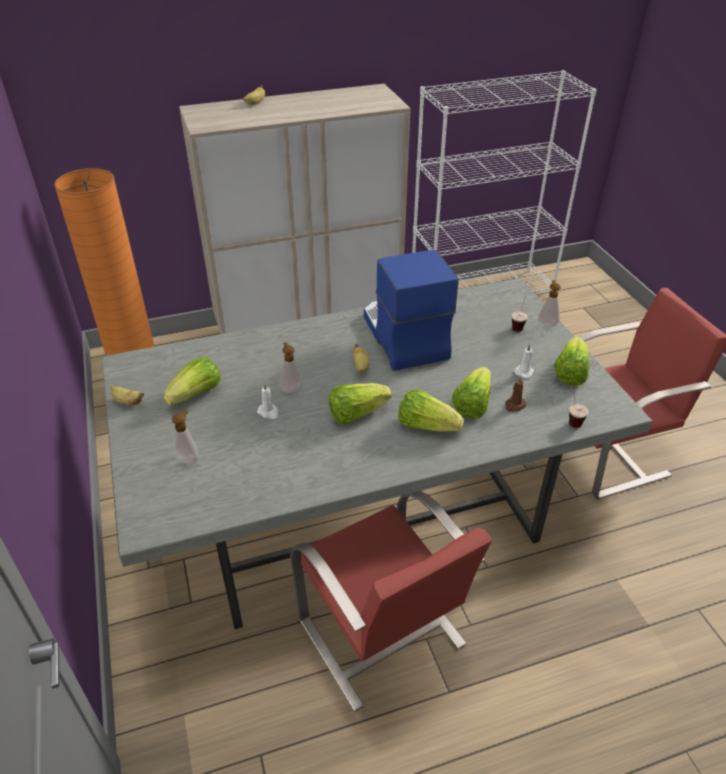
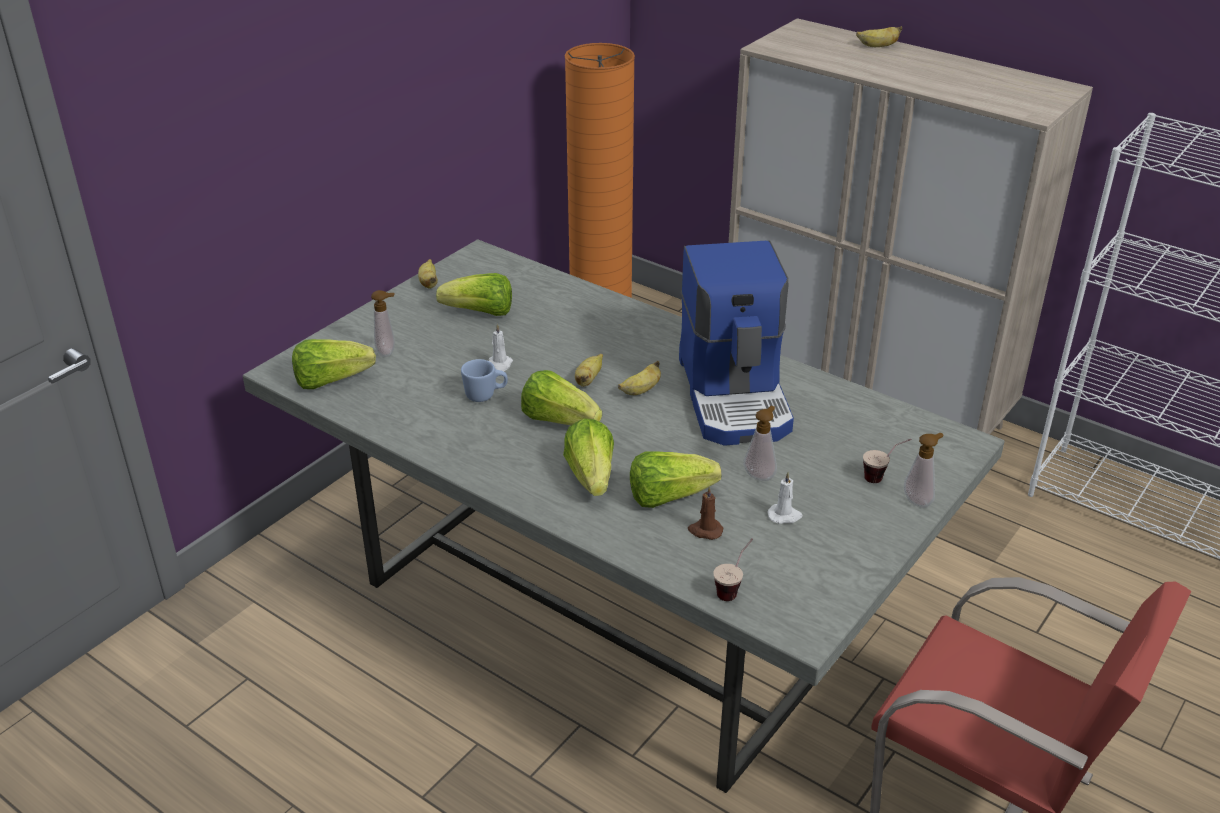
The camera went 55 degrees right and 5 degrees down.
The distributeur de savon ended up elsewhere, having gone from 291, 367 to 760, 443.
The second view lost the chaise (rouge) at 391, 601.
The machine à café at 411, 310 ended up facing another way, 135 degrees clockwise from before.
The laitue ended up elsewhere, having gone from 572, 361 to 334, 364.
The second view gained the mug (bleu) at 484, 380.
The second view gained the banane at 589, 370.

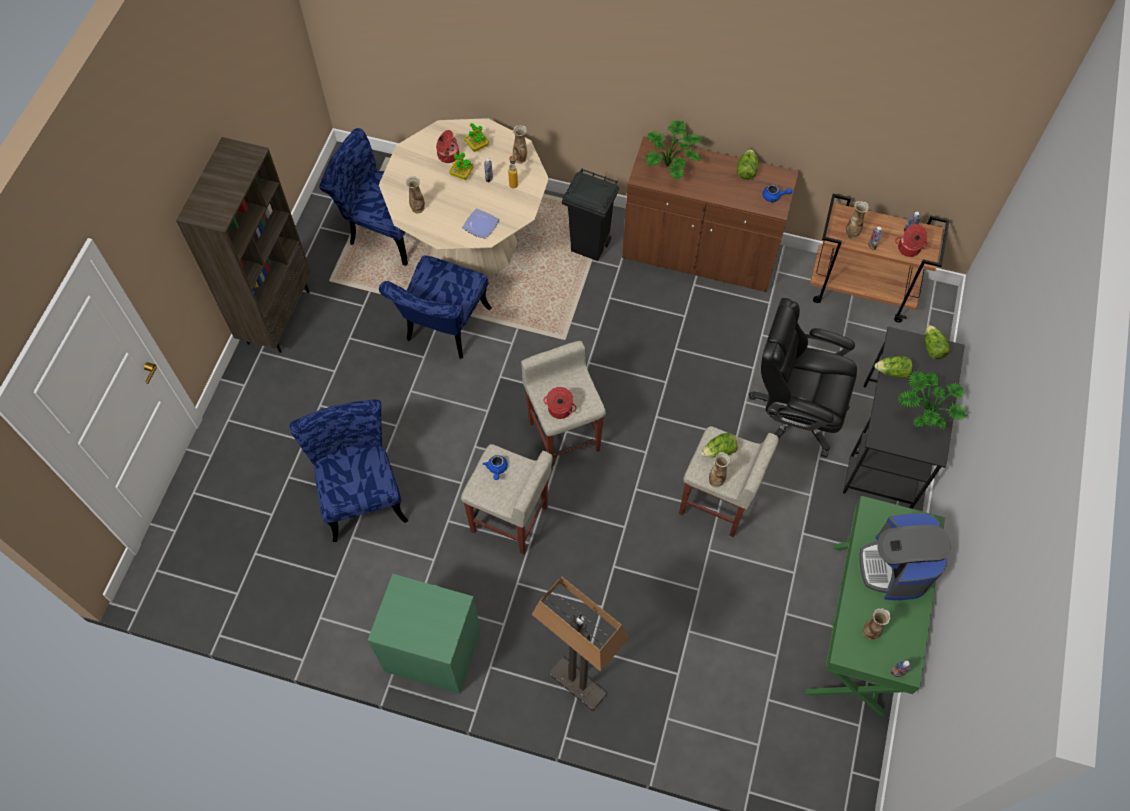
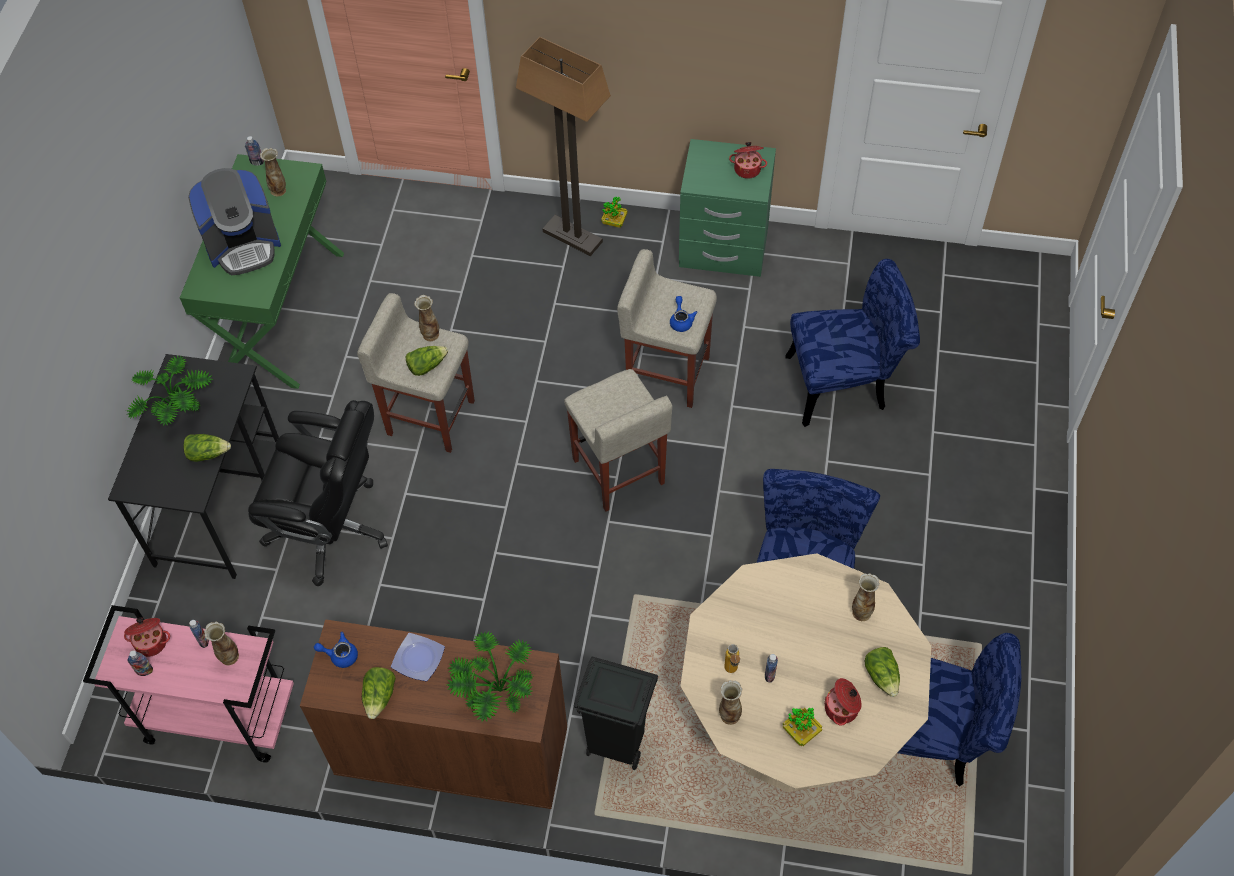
The camera went 175 degrees right and 5 degrees down.
The second view lost the bibliothèque (marron) at 243, 245.
The chaise (bleu) at 348, 471 ended up facing another way, 75 degrees counterclockwise from before.
The plante en pot ended up elsewhere, having gone from 461, 166 to 614, 212.
The assiette ended up elsewhere, having gone from 480, 223 to 418, 657.
The marmite ended up elsewhere, having gone from 560, 403 to 748, 160.
What was the chariot (marron) at 880, 258 turned into the chariot (rose) at 188, 684.
The machine à café at 905, 556 ended up facing another way, 75 degrees clockwise from before.
The laitue ended up elsewhere, having gone from 937, 342 to 882, 672.

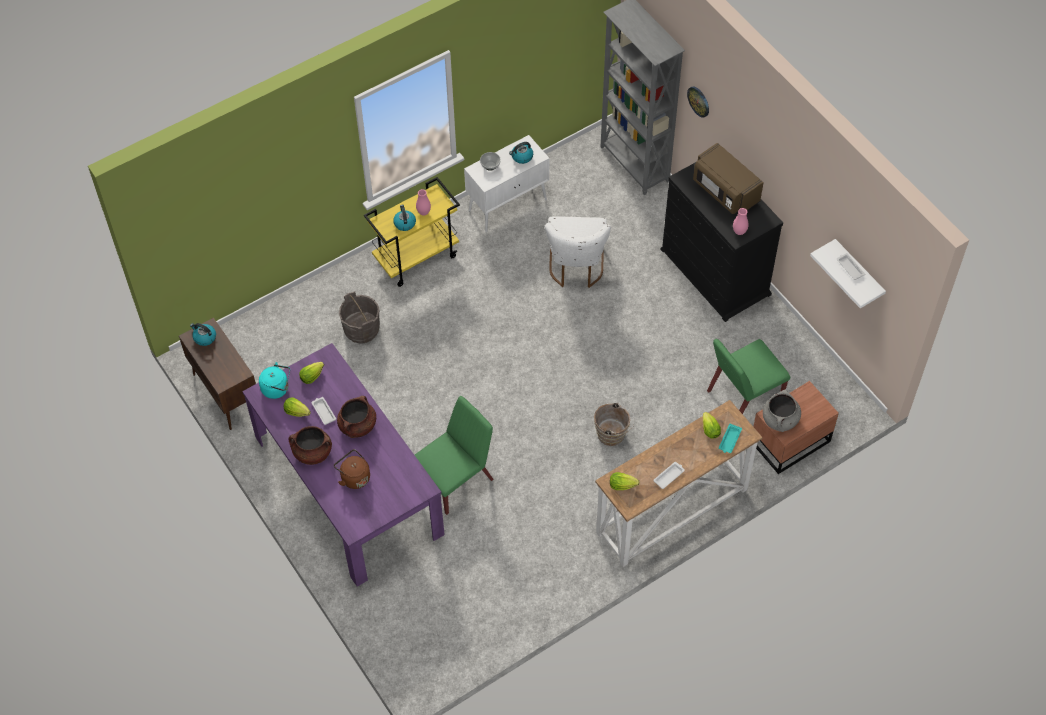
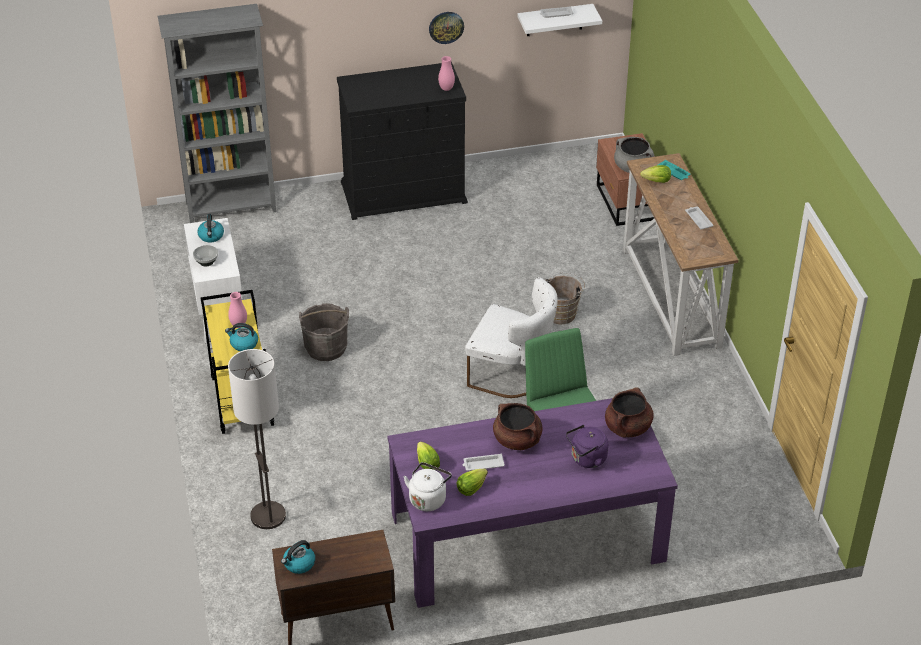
The camera went 70 degrees left and 15 degrees down.
What was the bouilloire (turquoise) at 274, 380 turned into the bouilloire (blanc) at 427, 486.
The marmite (marron) ended up elsewhere, having gone from 310, 445 to 629, 412.
What was the bouilloire (marron) at 352, 469 turned into the bouilloire (violet) at 587, 446.
The seau (gris) ended up elsewhere, having gone from 359, 317 to 324, 332.
The chaise (blanc) ended up elsewhere, having gone from 578, 252 to 511, 337.
The second view lost the laitue at 624, 481.
The horloge murale ended up elsewhere, having gone from 698, 102 to 446, 28.
The second view lost the micro-ondes (marron) at 728, 178.
The second view lost the chaise (vert) at 748, 376.
The second view gained the lampadaire at 257, 439.

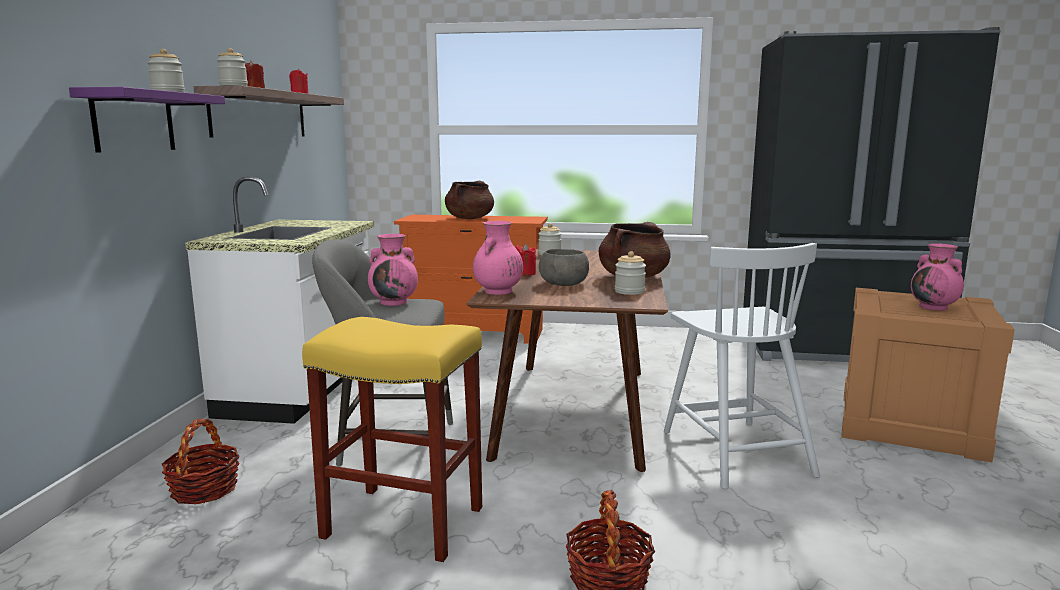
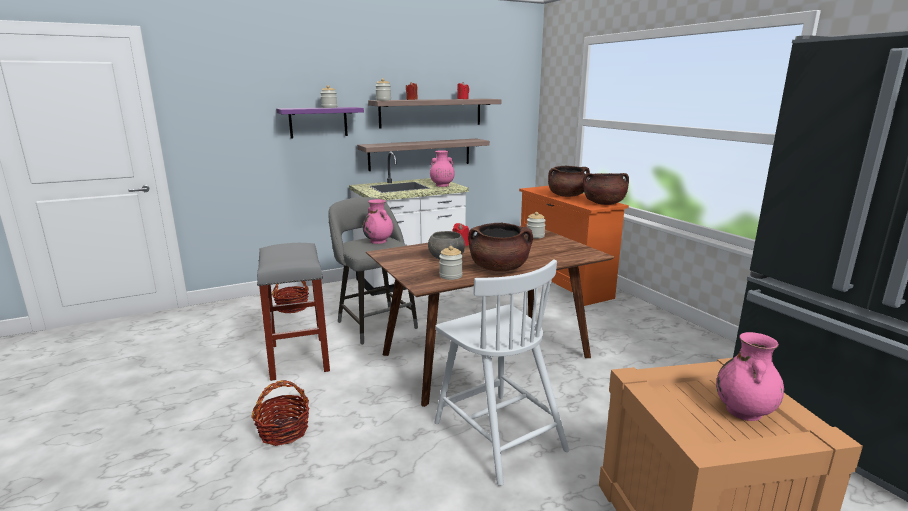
The camera went 55 degrees right and 5 degrees up.
What was the tabouret (jaune) at 392, 439 turned into the tabouret (gris) at 293, 312.
The vase (rose) ended up elsewhere, having gone from 498, 258 to 442, 168.
The chaise (blanc) at 742, 366 ended up facing another way, 75 degrees counterclockwise from before.
The second view gained the étagère at 423, 155.
The second view gained the marmite (marron) at 606, 189.

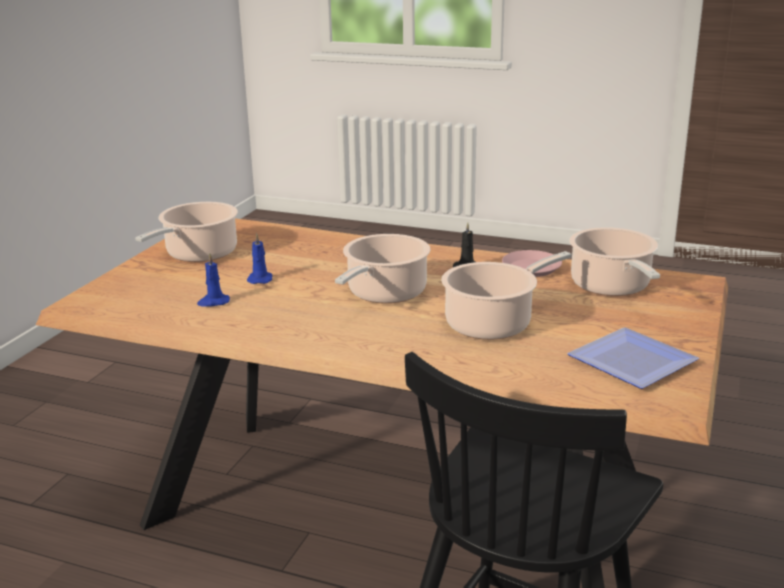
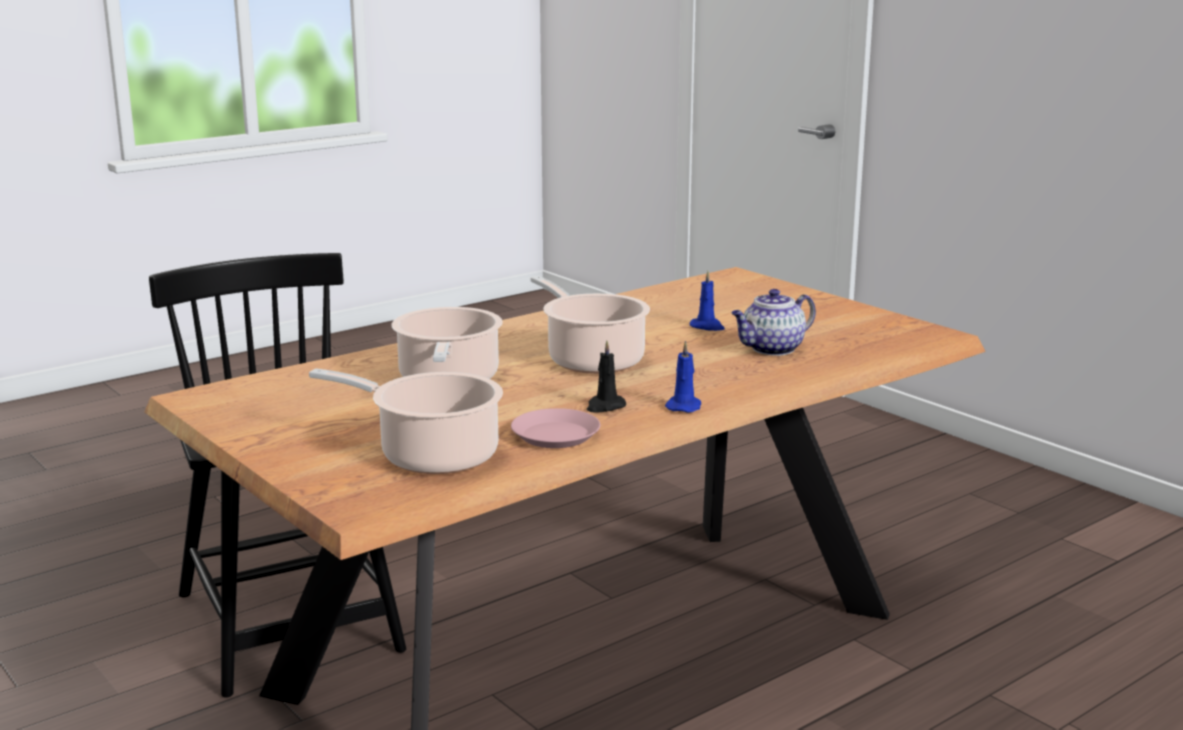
The camera went 120 degrees right and 5 degrees down.
The second view lost the marmite at 186, 232.
The bougie (bleu) ended up elsewhere, having gone from 213, 280 to 683, 377.
The second view lost the assiette at 633, 358.
The second view gained the théière at 773, 322.

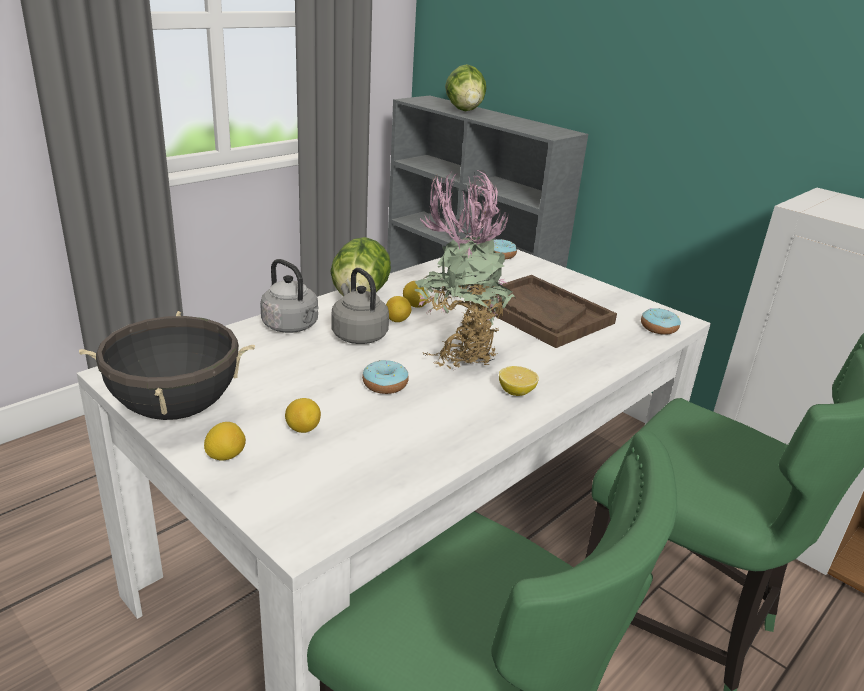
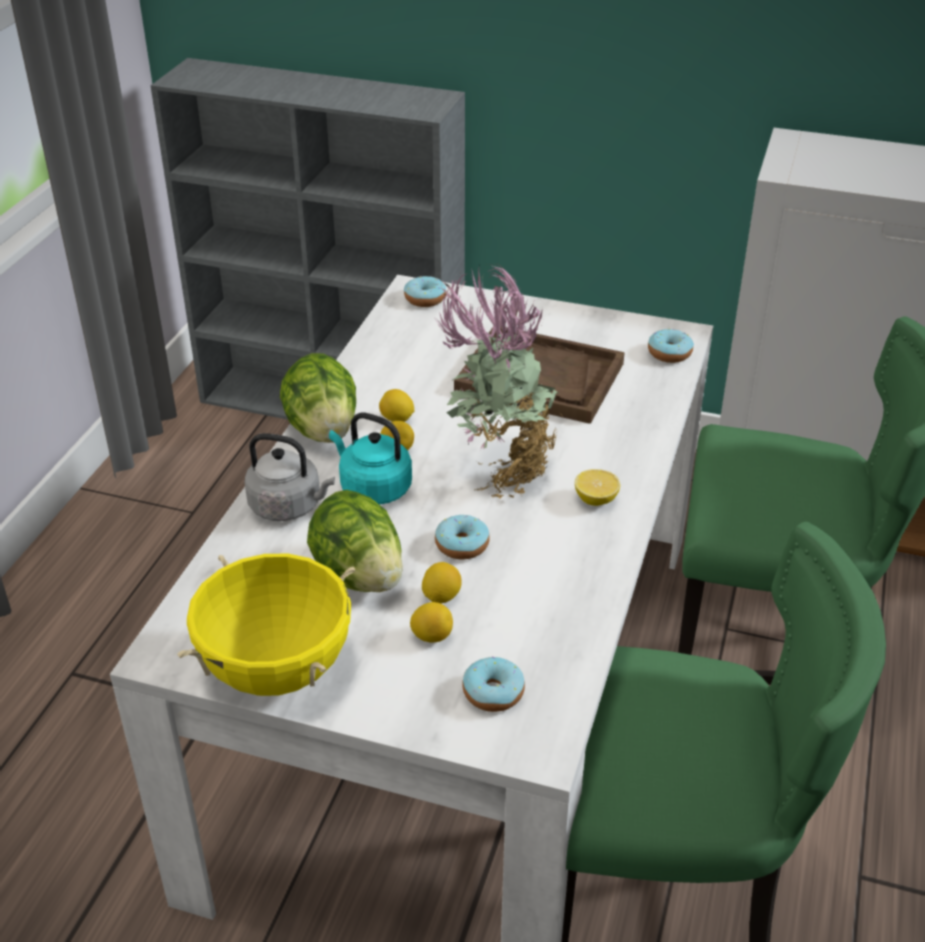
The camera went 25 degrees left and 10 degrees up.
What was the marmite (noir) at 167, 365 turned into the marmite (jaune) at 266, 625.
The citron ended up elsewhere, having gone from 225, 441 to 442, 582.
What was the bouilloire (gris) at 360, 306 turned into the bouilloire (turquoise) at 370, 458.
The laitue ended up elsewhere, having gone from 466, 87 to 355, 541.
The second view gained the beignet at 493, 684.

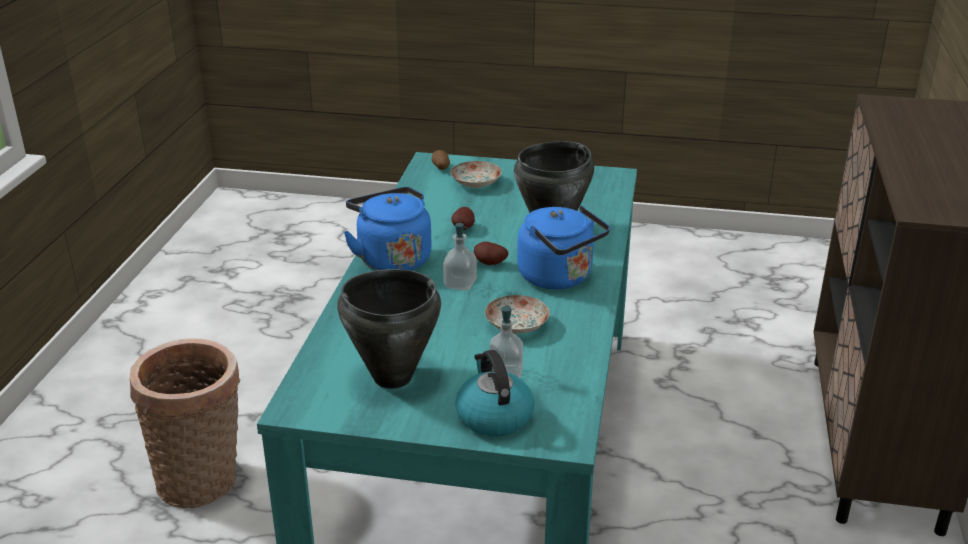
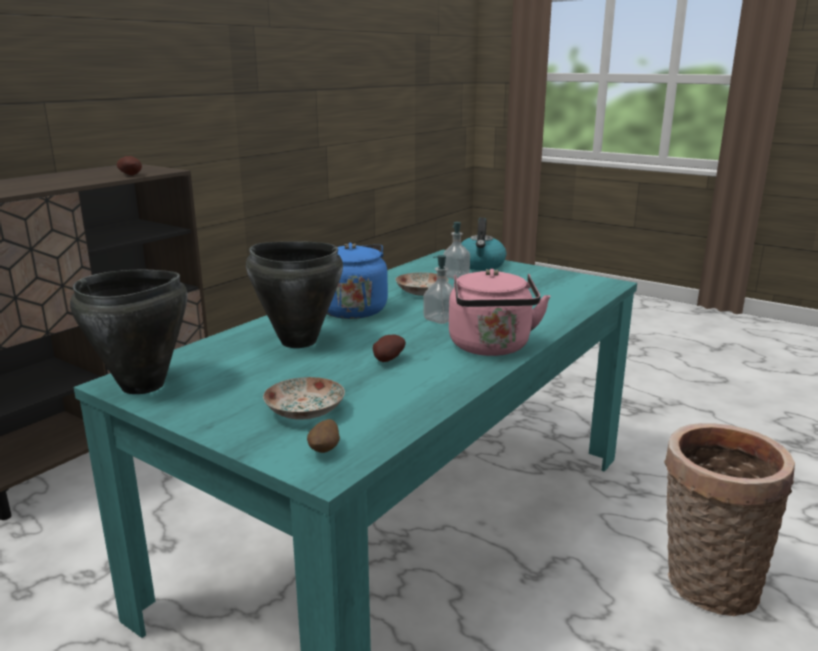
The camera went 155 degrees left and 10 degrees down.
The marmite (noir) ended up elsewhere, having gone from 389, 329 to 129, 332.
What was the bouilloire (bleu) at 387, 229 turned into the bouilloire (rose) at 499, 312.
The pomme de terre ended up elsewhere, having gone from 491, 253 to 129, 166.

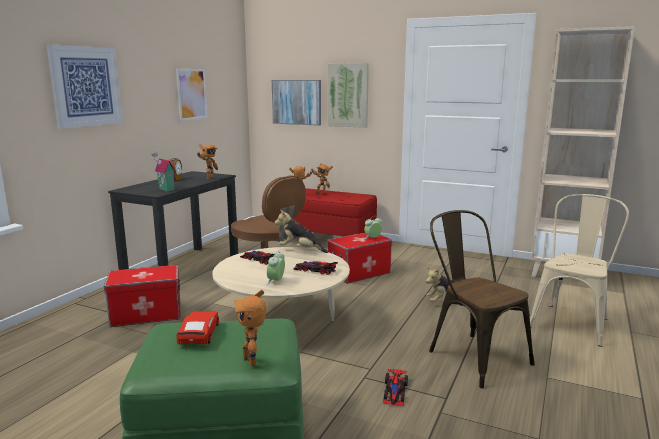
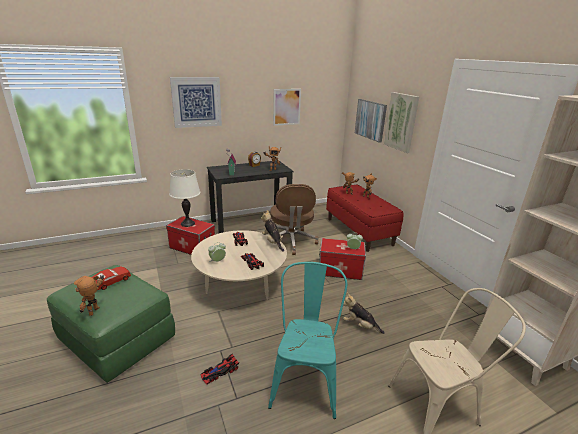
The camera went 40 degrees right and 10 degrees up.
What was the chaise (marron) at 482, 299 turned into the chaise (turquoise) at 307, 340.
The second view gained the lampe de table (blanc) at 184, 198.

